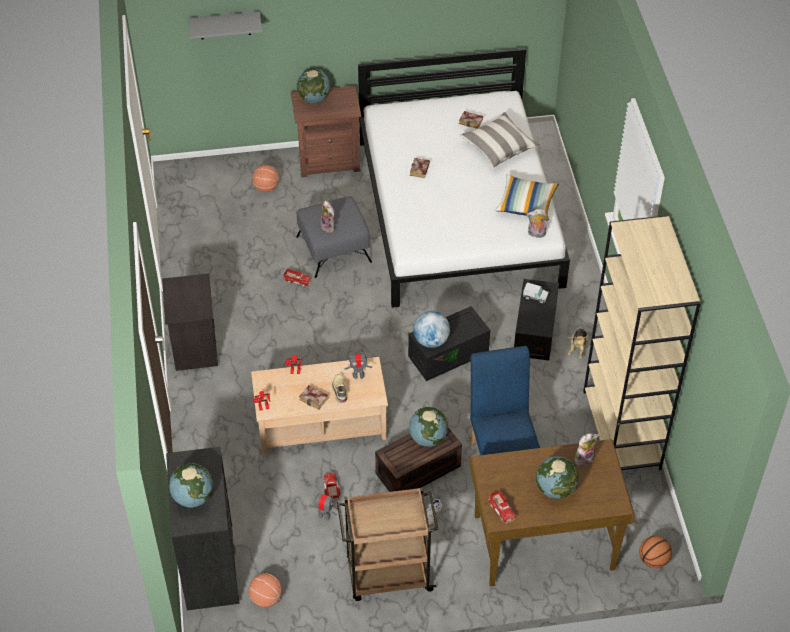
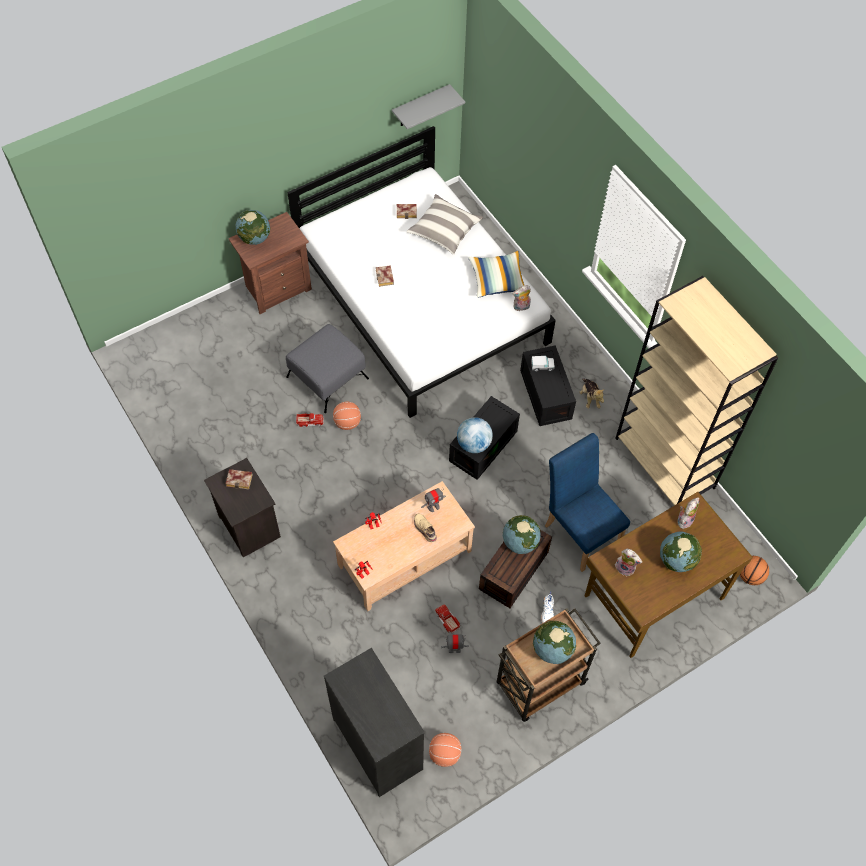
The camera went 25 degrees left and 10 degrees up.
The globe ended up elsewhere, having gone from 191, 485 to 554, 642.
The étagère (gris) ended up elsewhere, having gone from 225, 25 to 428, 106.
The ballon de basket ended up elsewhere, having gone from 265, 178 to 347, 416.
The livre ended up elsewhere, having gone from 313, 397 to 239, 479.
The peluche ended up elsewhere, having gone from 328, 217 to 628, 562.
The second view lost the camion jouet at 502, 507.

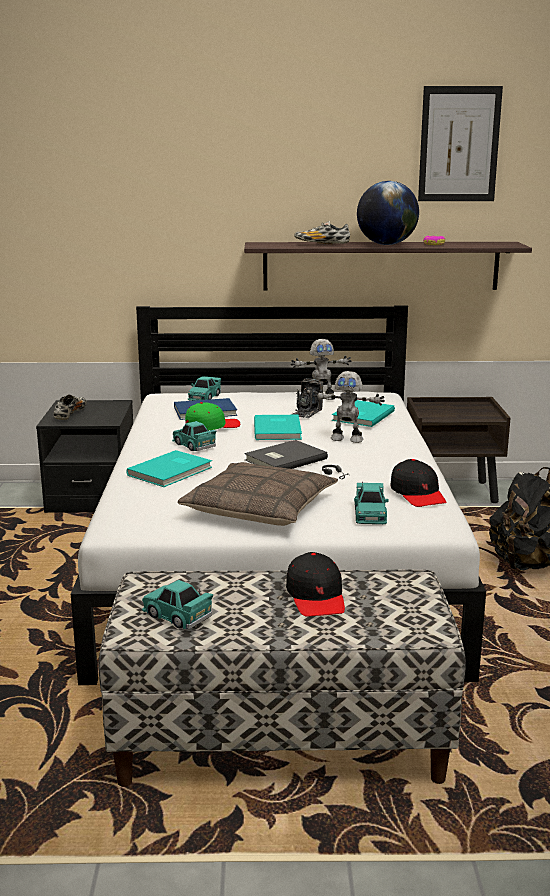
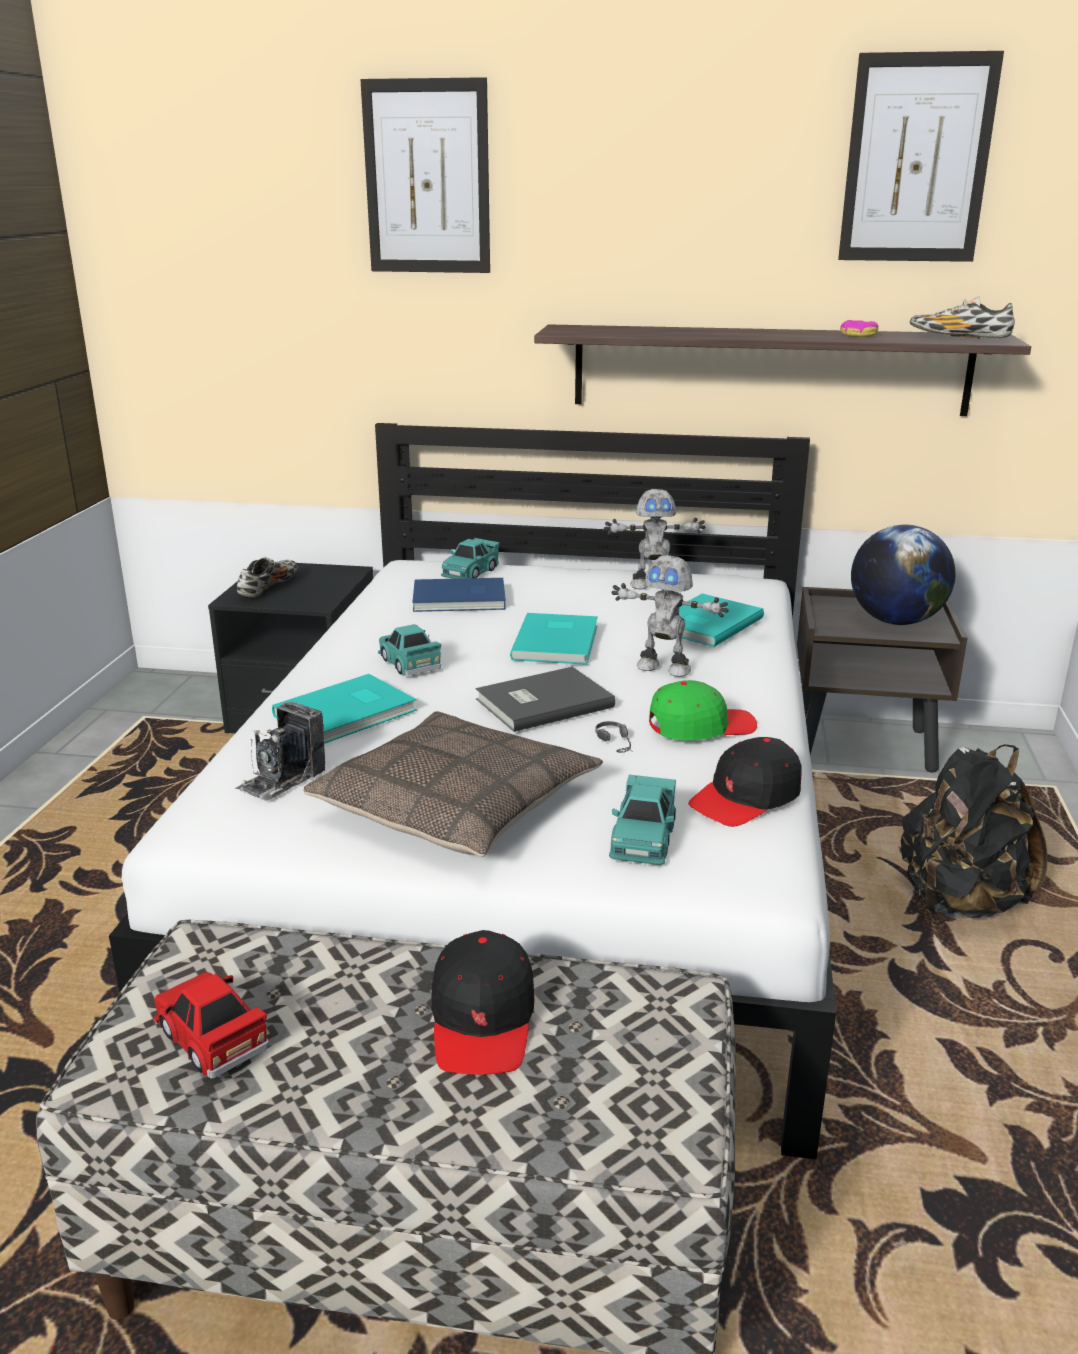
The camera went 10 degrees right and 5 degrees up.
What was the petite voiture (turquoise) at 177, 604 turned into the petite voiture (rouge) at 211, 1025.
The casquette (vert) ended up elsewhere, having gone from 212, 416 to 703, 710.
The appareil photo ended up elsewhere, having gone from 307, 398 to 280, 751.
The chaussure ended up elsewhere, having gone from 322, 233 to 962, 318.
The globe ended up elsewhere, having gone from 388, 213 to 903, 575.
The casquette (noir) at 418, 483 ended up facing another way, 60 degrees clockwise from before.
The second view gained the tableau at 425, 175.

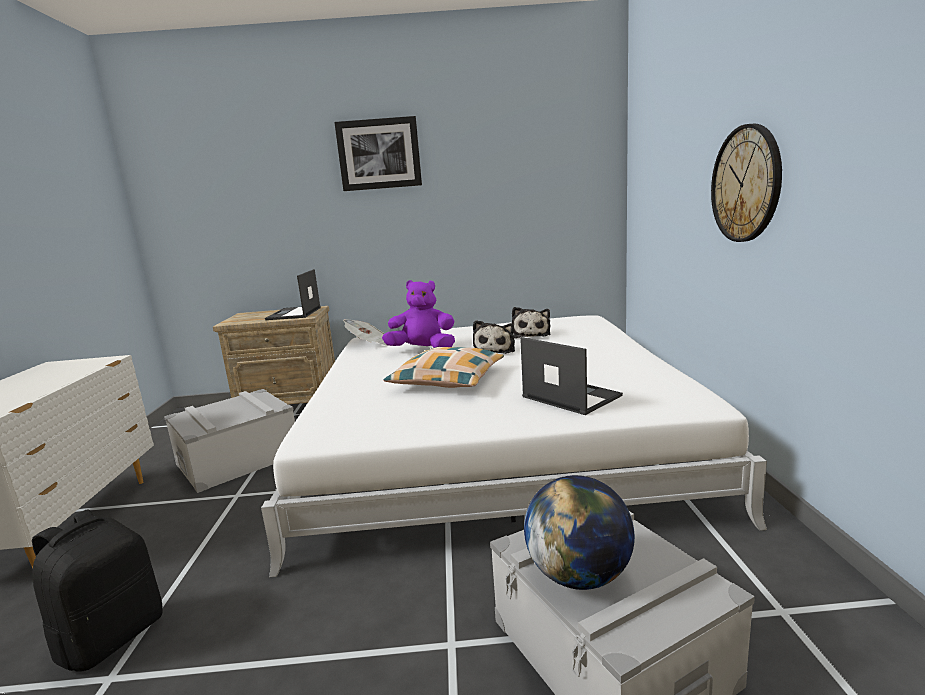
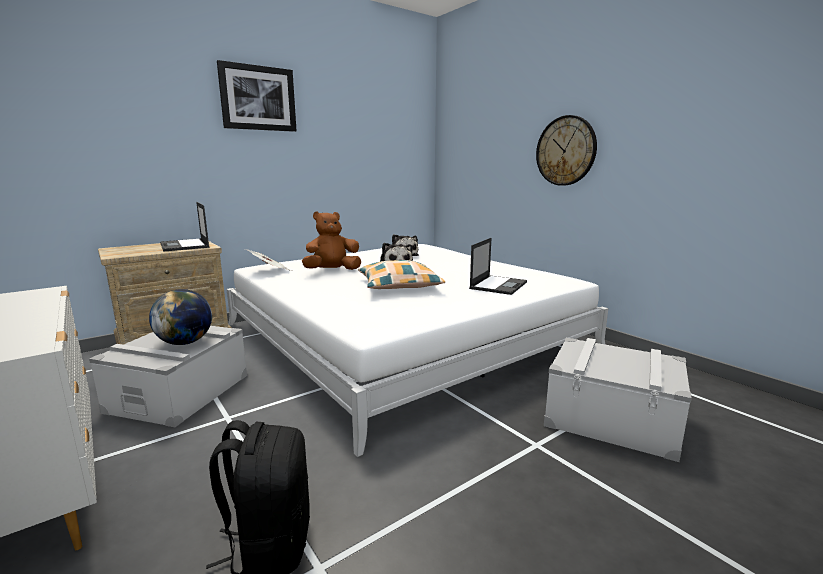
The camera went 35 degrees left and 0 degrees up.
What was the peluche (violet) at 418, 314 turned into the peluche (marron) at 331, 240.
The ordinateur portable at 571, 376 ended up facing another way, 105 degrees clockwise from before.
The globe ended up elsewhere, having gone from 579, 532 to 180, 317.

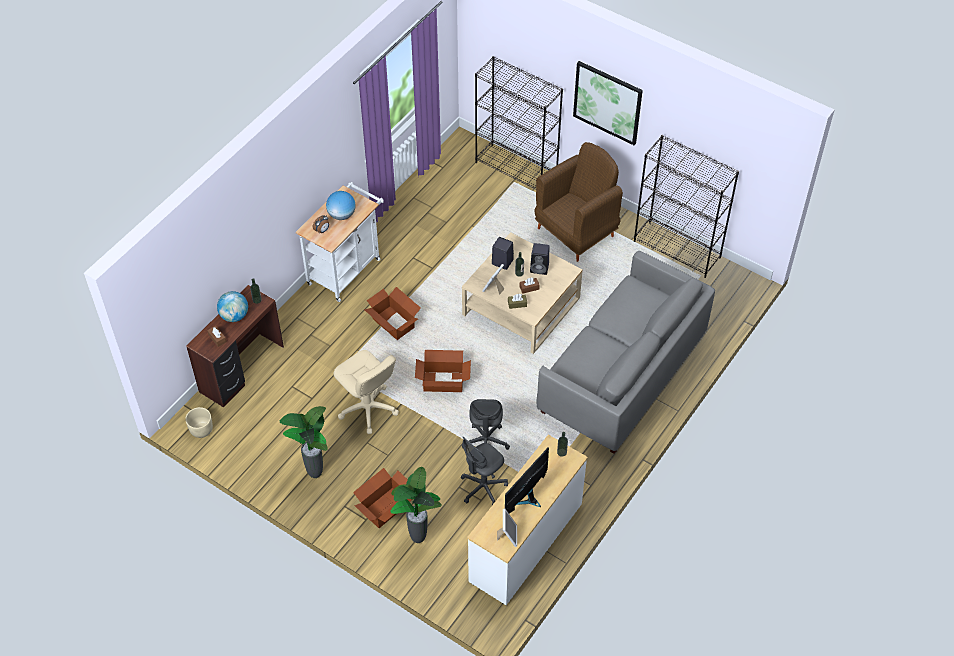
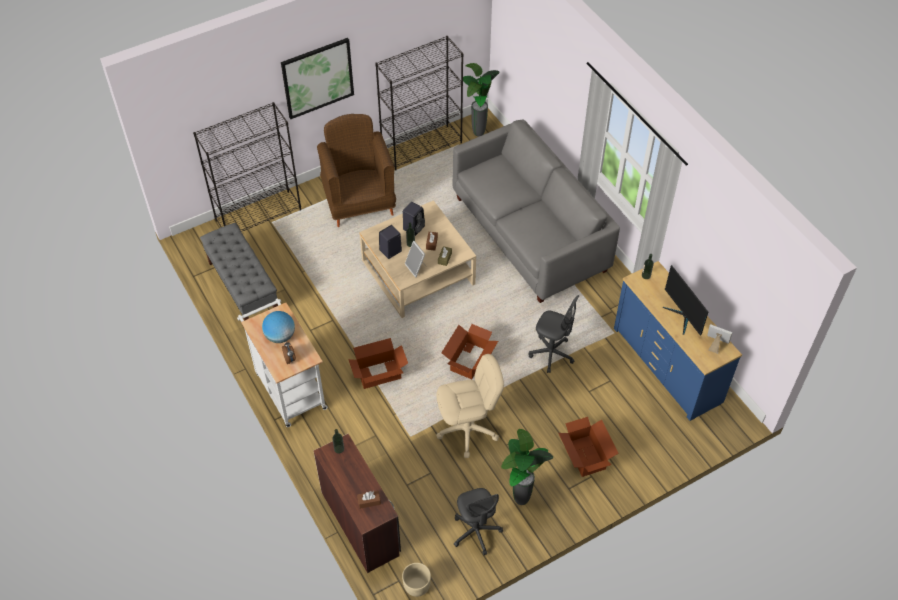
The camera went 65 degrees left and 0 degrees up.
The second view lost the globe at 232, 306.
The plante en pot ended up elsewhere, having gone from 416, 505 to 481, 100.
The chaise de bureau (gris) ended up elsewhere, having gone from 484, 471 to 478, 521.
What was the commode (blanc) at 527, 520 turned into the commode (bleu) at 678, 341.
The second view gained the banc (gris) at 239, 272.

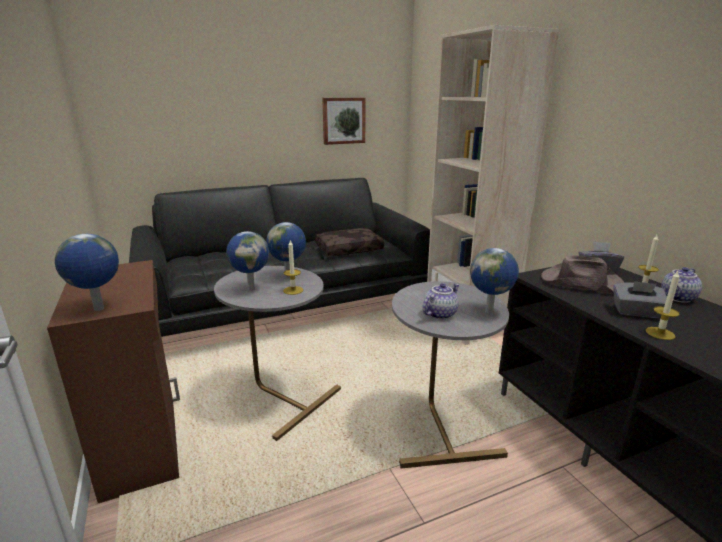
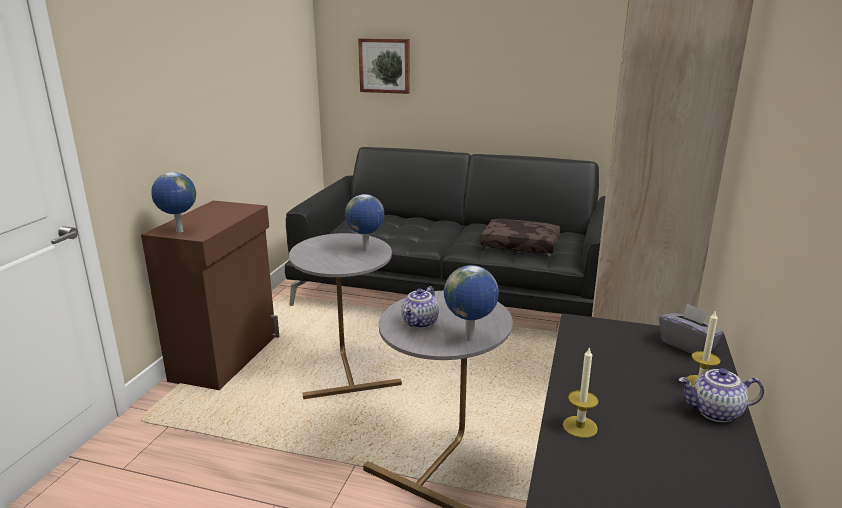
The camera went 40 degrees right and 0 degrees up.
The second view lost the globe at 247, 261.
The second view lost the bougie at 293, 267.
The tableau ended up elsewhere, having gone from 343, 121 to 384, 66.
The théière at 440, 301 ended up facing another way, 120 degrees clockwise from before.
The second view lost the chapeau (marron) at 582, 274.
The second view lost the boîte à mouchoirs (gris) at 640, 299.

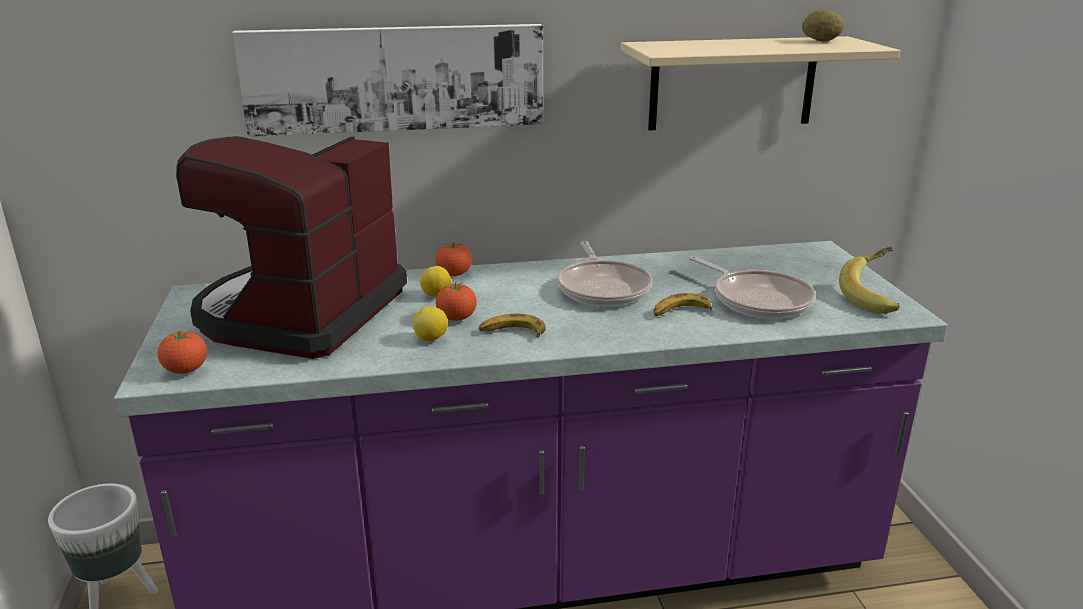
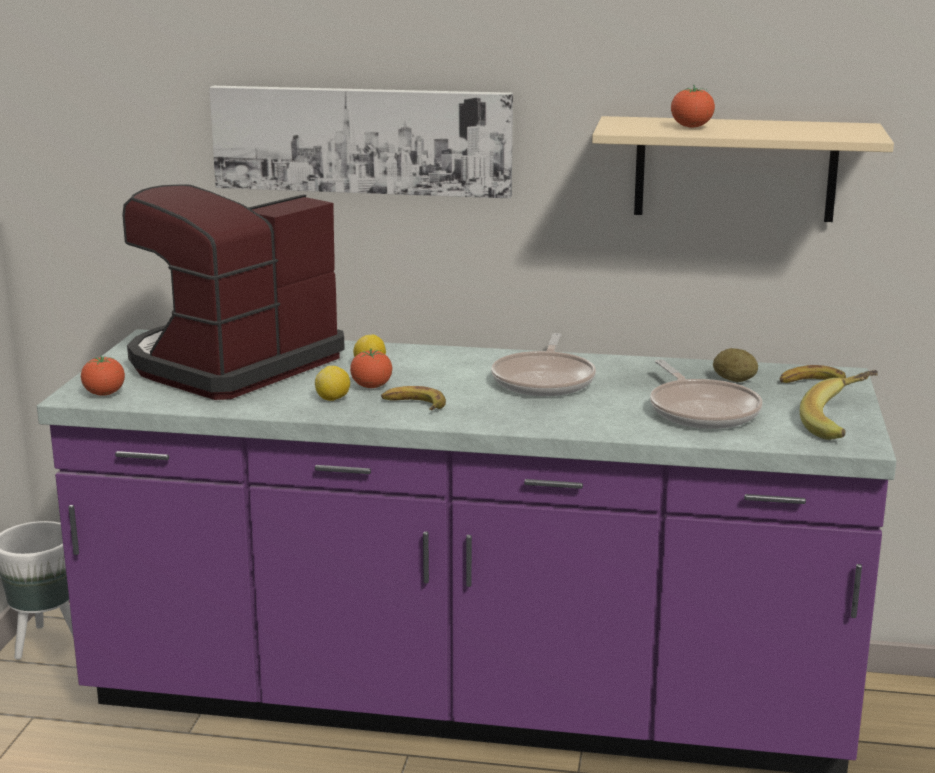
The camera went 20 degrees right and 5 degrees down.
The tomate ended up elsewhere, having gone from 453, 259 to 693, 106.
The banane ended up elsewhere, having gone from 683, 304 to 813, 374.
The pomme de terre ended up elsewhere, having gone from 823, 26 to 735, 365.

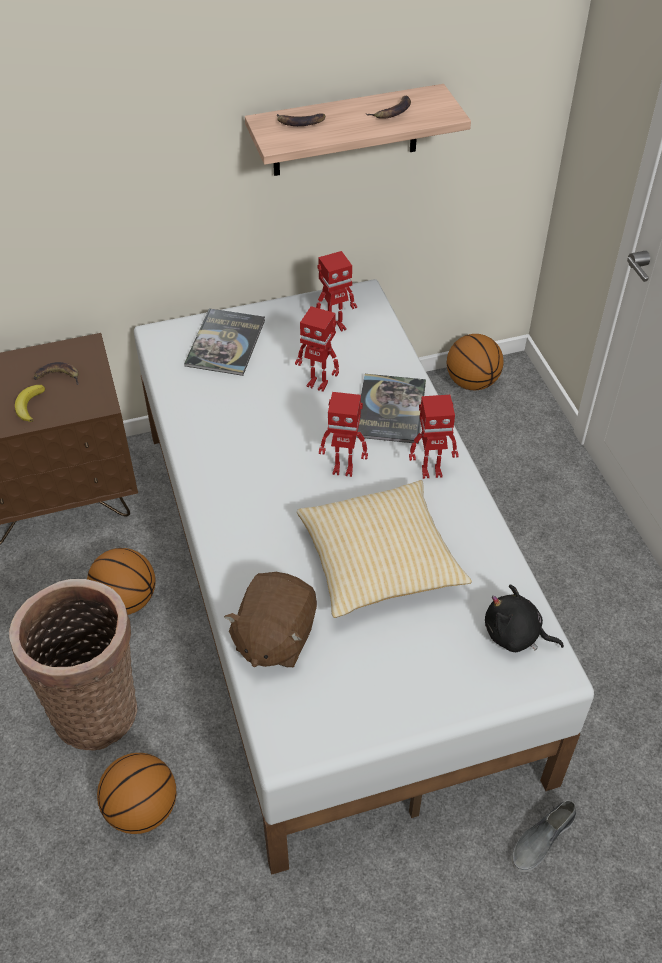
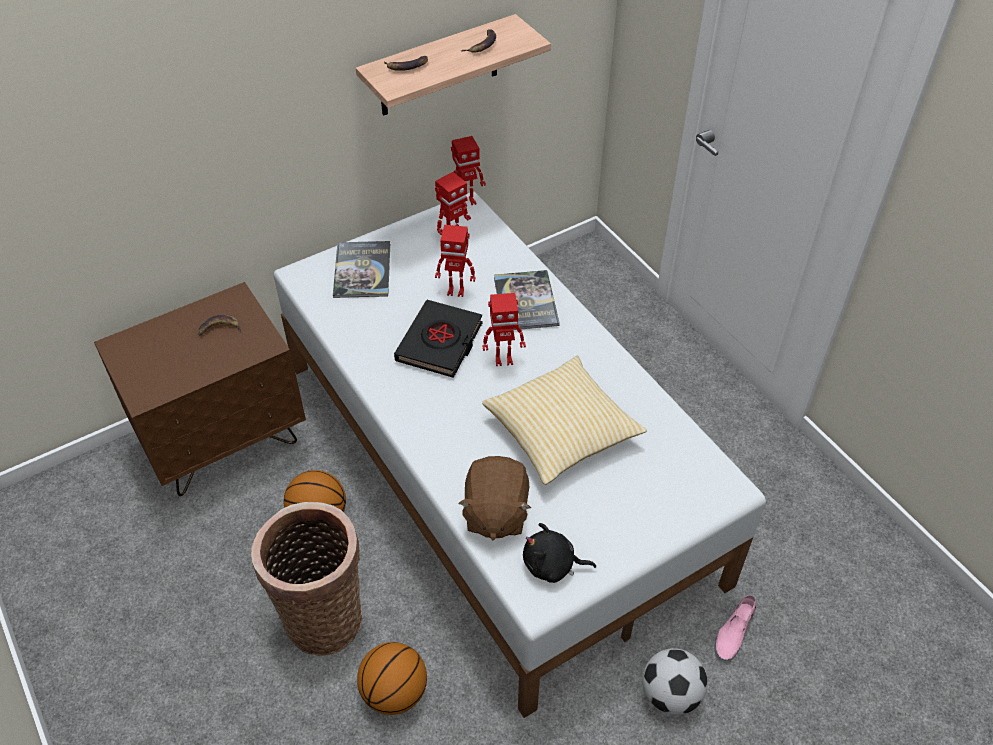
The camera went 15 degrees left and 0 degrees up.
The second view lost the banane at 30, 403.
The robot jouet ended up elsewhere, having gone from 434, 437 to 468, 171.
The second view lost the ballon de basket at 475, 362.
The peluche (noir) ended up elsewhere, having gone from 524, 618 to 559, 553.
What was the chaussure (gris) at 544, 836 turned into the chaussure (rose) at 735, 629.
The second view gained the livre (noir) at 438, 339.
The second view gained the ballon de foot at 675, 681.

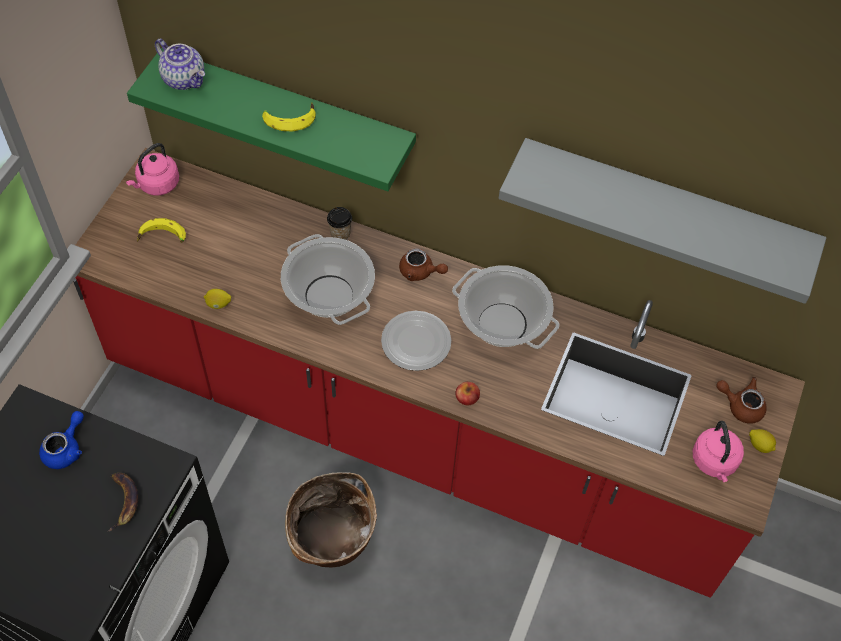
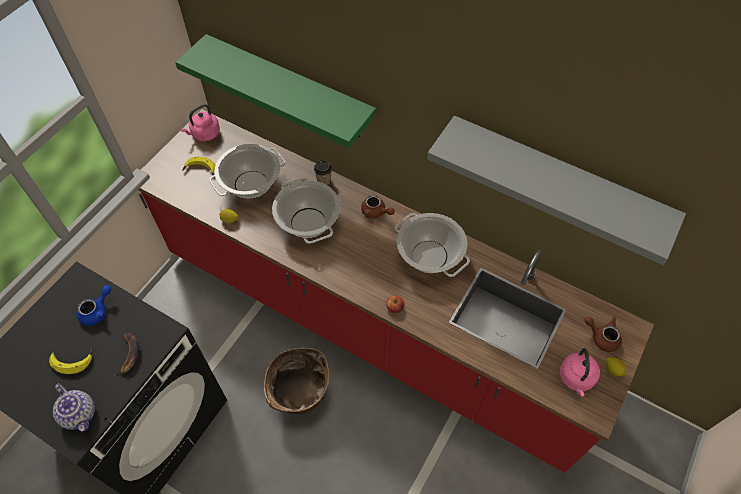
The camera went 10 degrees right and 0 degrees up.
The théière ended up elsewhere, having gone from 180, 64 to 74, 407.
The banane ended up elsewhere, having gone from 289, 117 to 71, 361.
The second view lost the assiette at 416, 341.
The second view gained the marmite at 247, 171.

